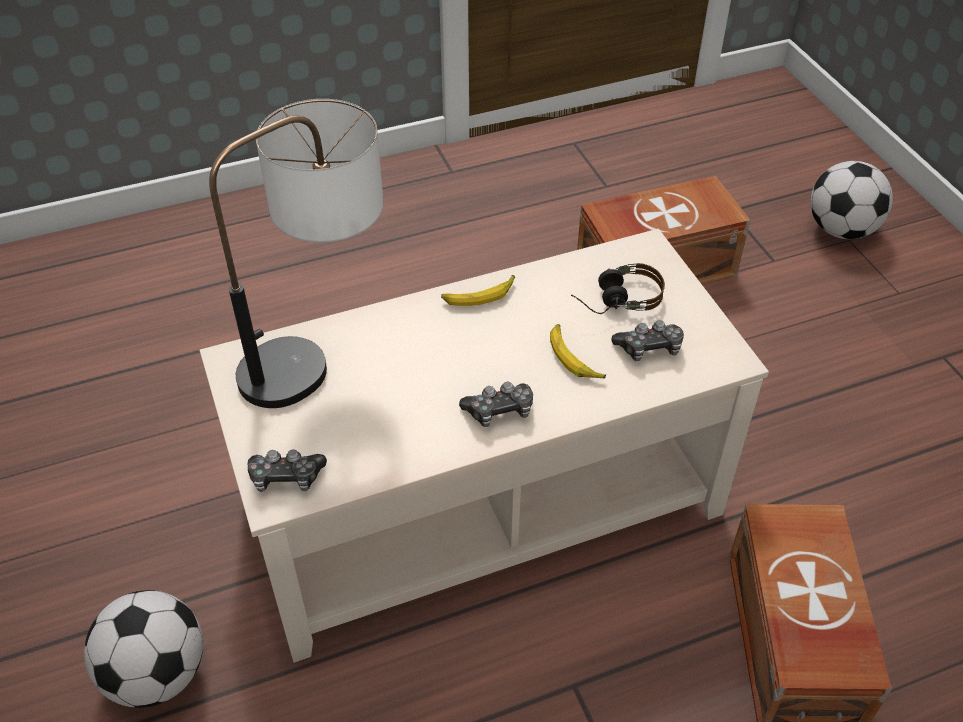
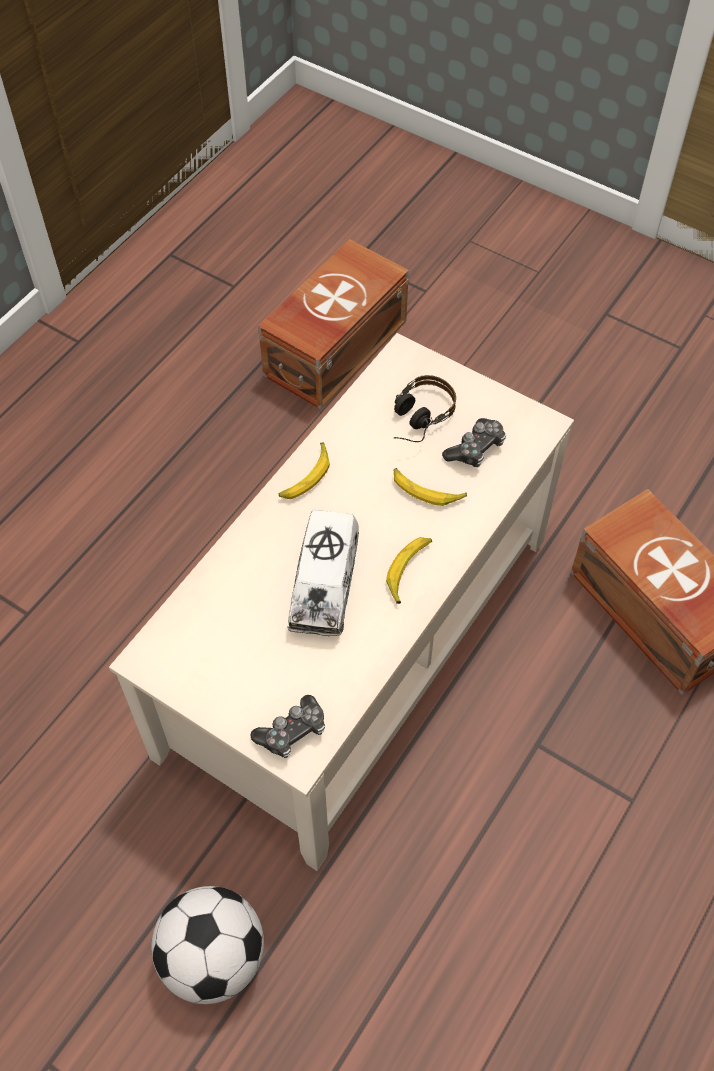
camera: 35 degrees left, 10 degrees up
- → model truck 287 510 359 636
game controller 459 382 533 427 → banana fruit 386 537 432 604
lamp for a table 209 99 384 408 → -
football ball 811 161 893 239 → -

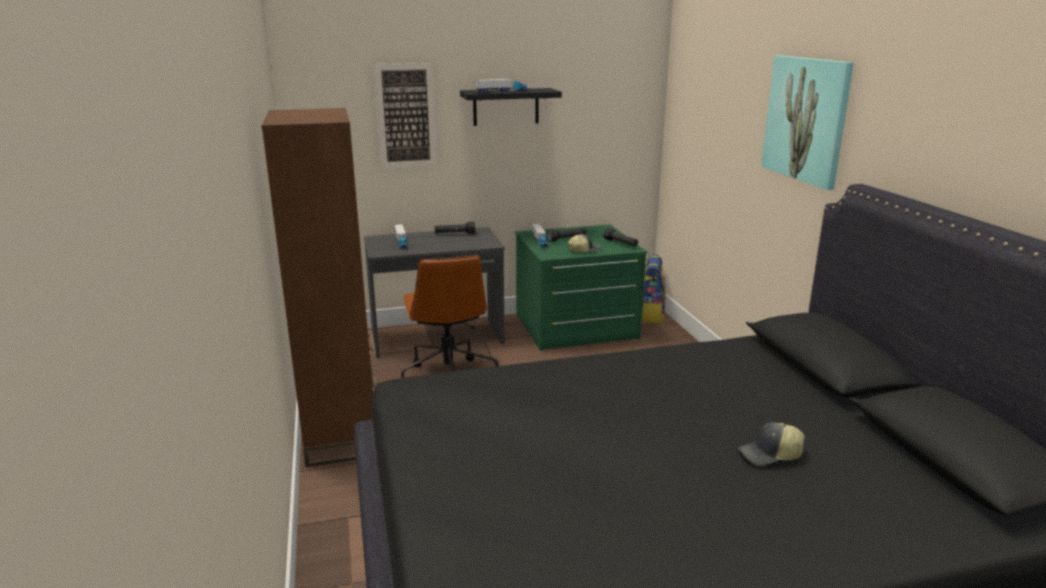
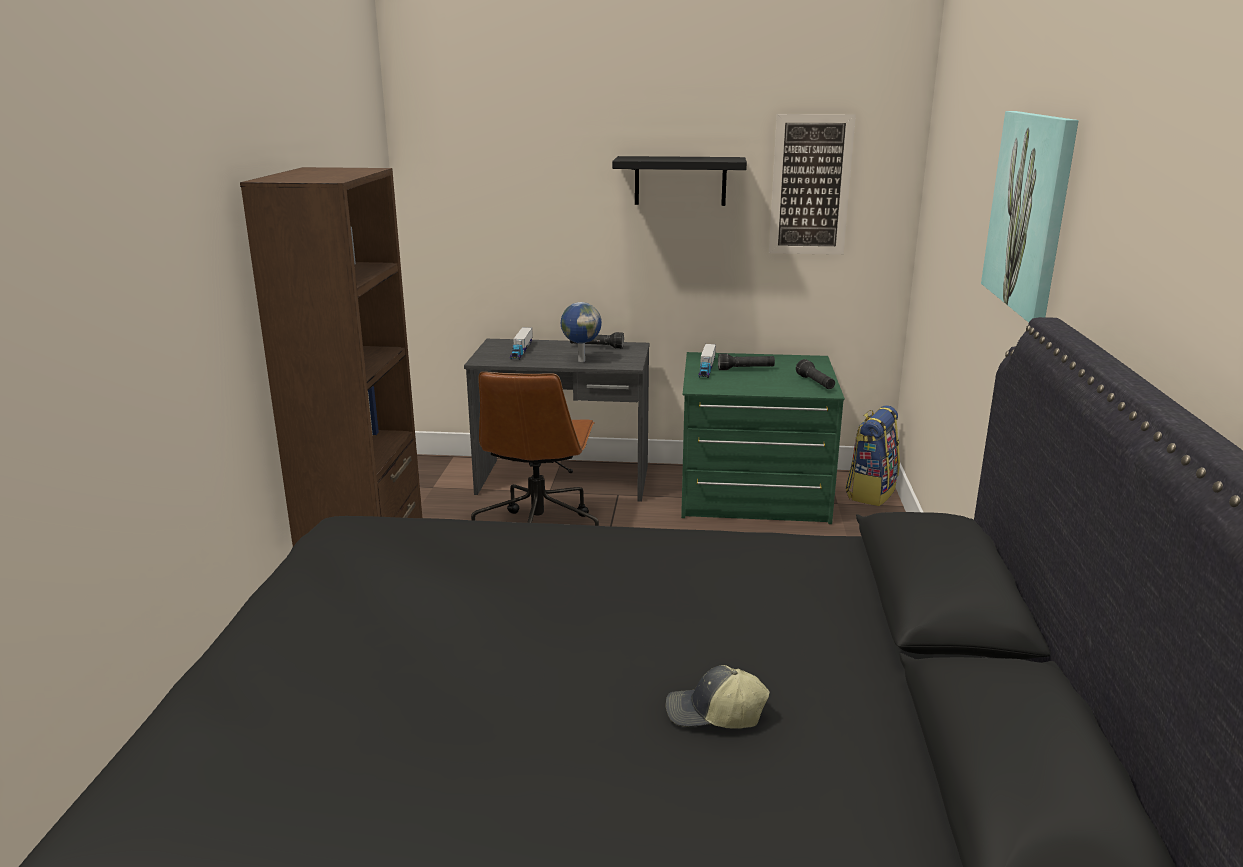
camera: 20 degrees right, 0 degrees up
- → world globe 561 302 602 362
wall picture 374 63 437 168 → wall picture 769 114 856 255, relocated
model truck 476 79 527 93 → -
baseball cap 568 234 601 252 → -

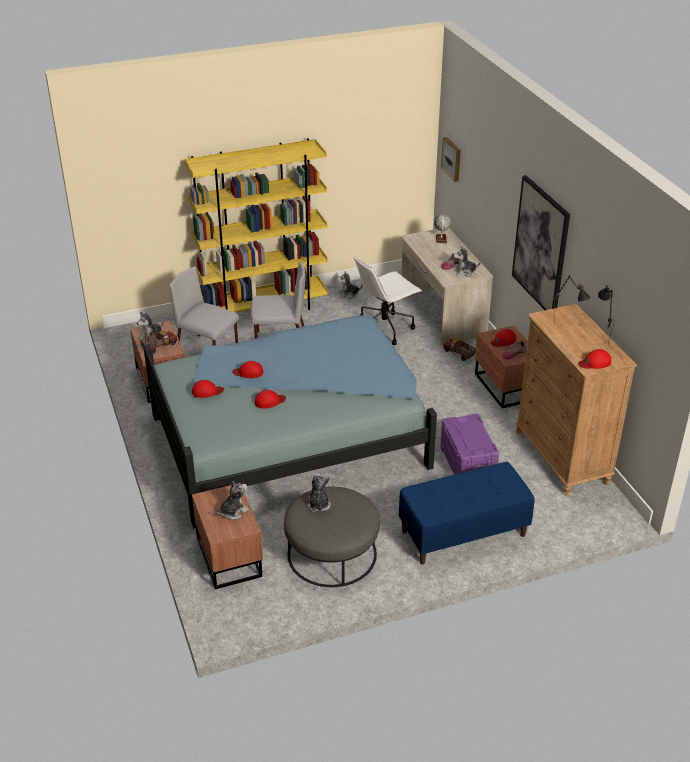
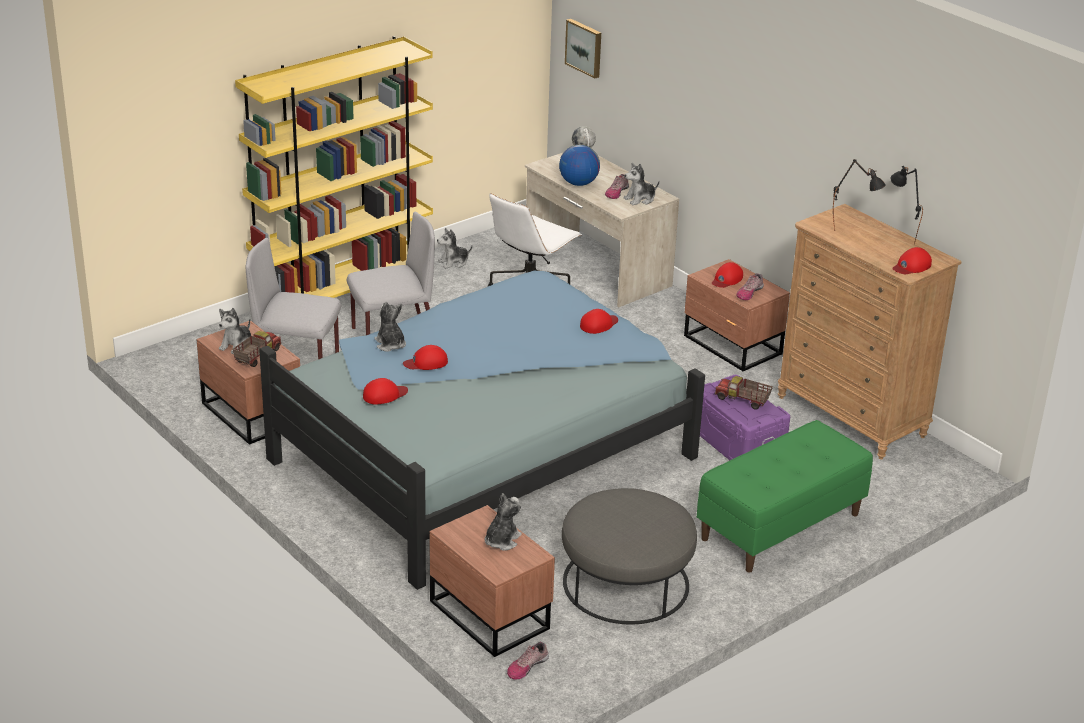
camera: 20 degrees left, 5 degrees down
soft toy 307 474 331 512 → soft toy 374 301 406 352, relocated
- → item of footwear 507 642 549 680
- → world globe 559 145 600 186
red baseball cap 255 390 286 409 → red baseball cap 580 309 618 334, relocated
blue-coloured indoor bench 399 462 534 565 → green indoor bench 697 420 873 573
model truck 443 339 476 361 → model truck 715 376 773 410, relocated
wall picture 512 175 570 310 → -

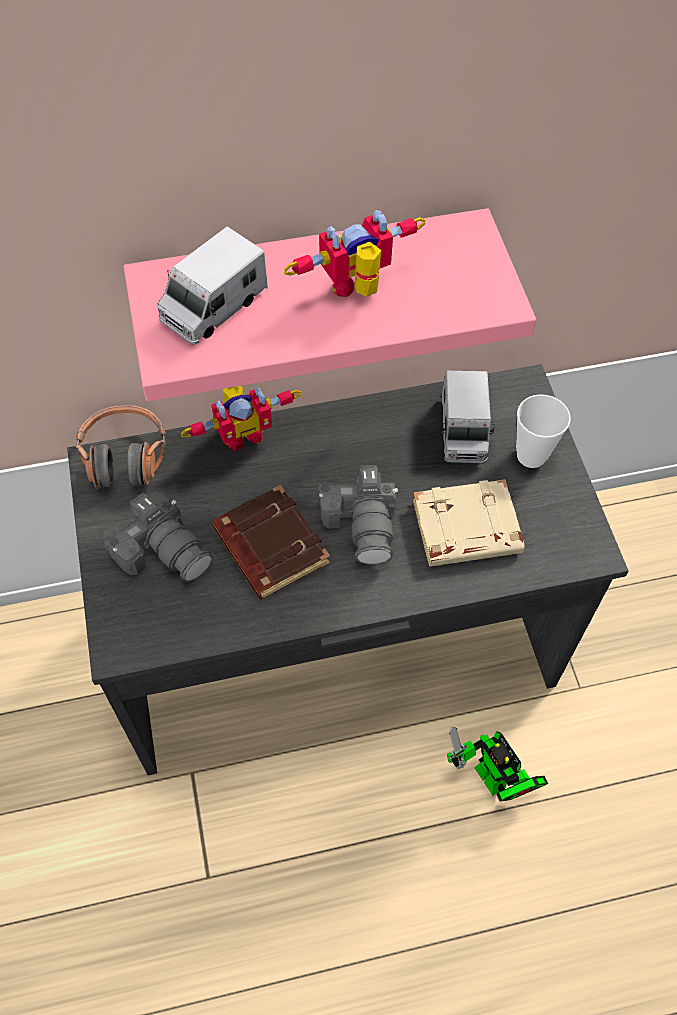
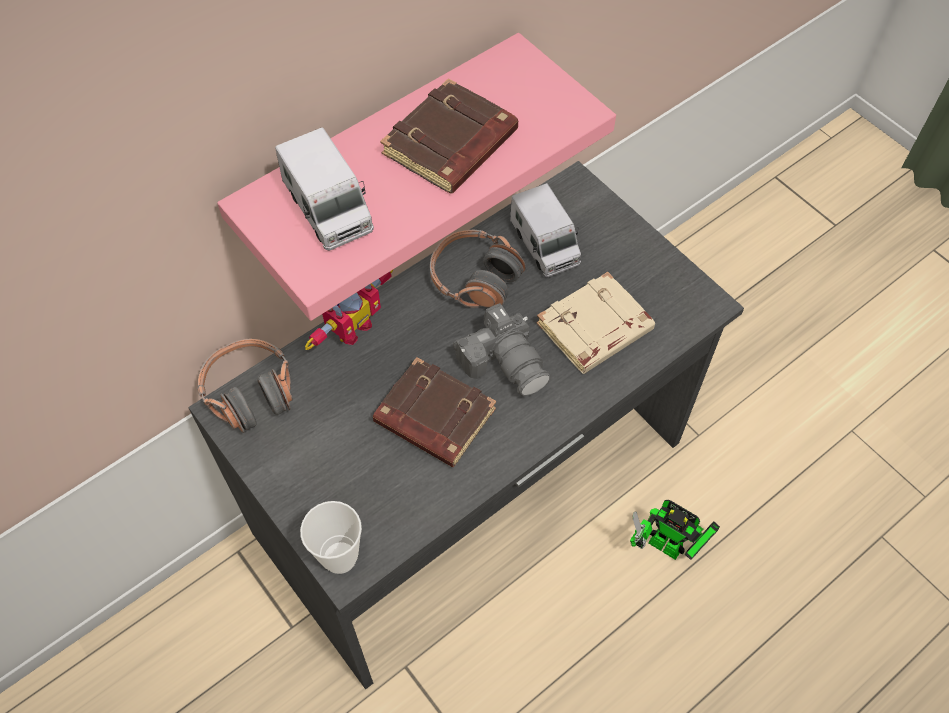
camera: 25 degrees left, 0 degrees up
model truck 157 226 268 344 → model truck 275 128 374 251, 45 degrees counterclockwise
small cup 516 394 571 468 → small cup 300 501 362 574, relocated
robot figure 283 210 426 297 → brown bound book 380 78 518 194
- → headphones 430 230 526 308
photo camera 104 492 213 582 → -

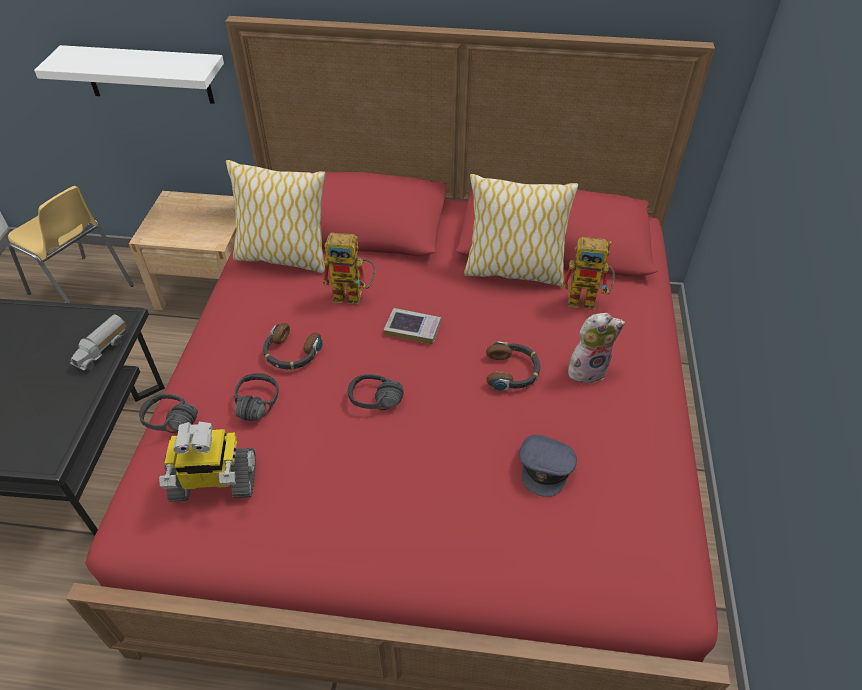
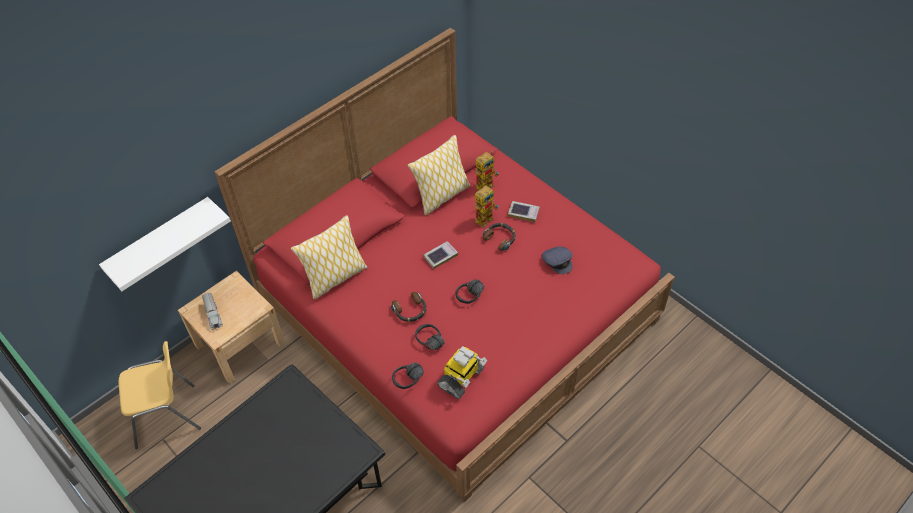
camera: 50 degrees left, 5 degrees up
model truck 70 314 127 371 → model truck 202 293 223 330, relocated
robot figure 322 233 376 305 → robot figure 475 184 499 227, relocated
soft toy 568 313 625 383 → bound book 508 201 540 222

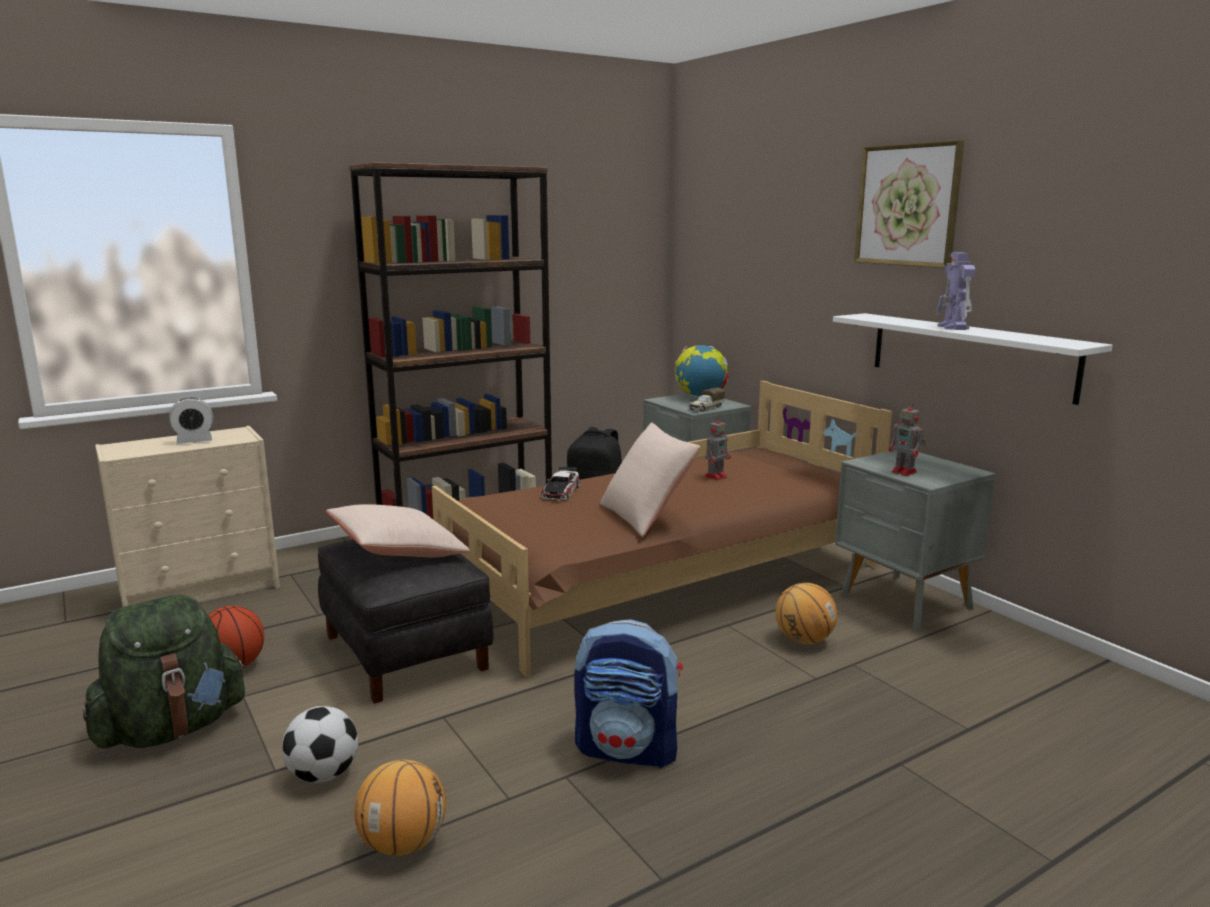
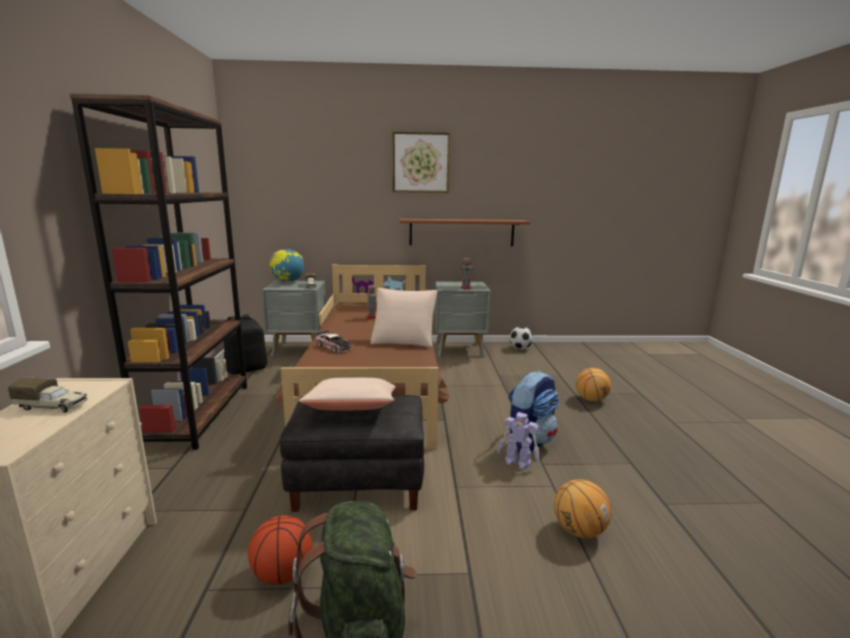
camera: 60 degrees left, 0 degrees up
bedside clock 169 397 213 444 → model truck 8 377 88 413
white-coloured wall shelf 833 313 1113 405 → brown wall shelf 400 219 530 246
robot figure 937 253 975 330 → robot figure 497 412 539 469, relocated
football ball 282 706 358 783 → football ball 509 326 533 350, relocated
basketball 775 583 838 644 → basketball 576 368 611 402, relocated

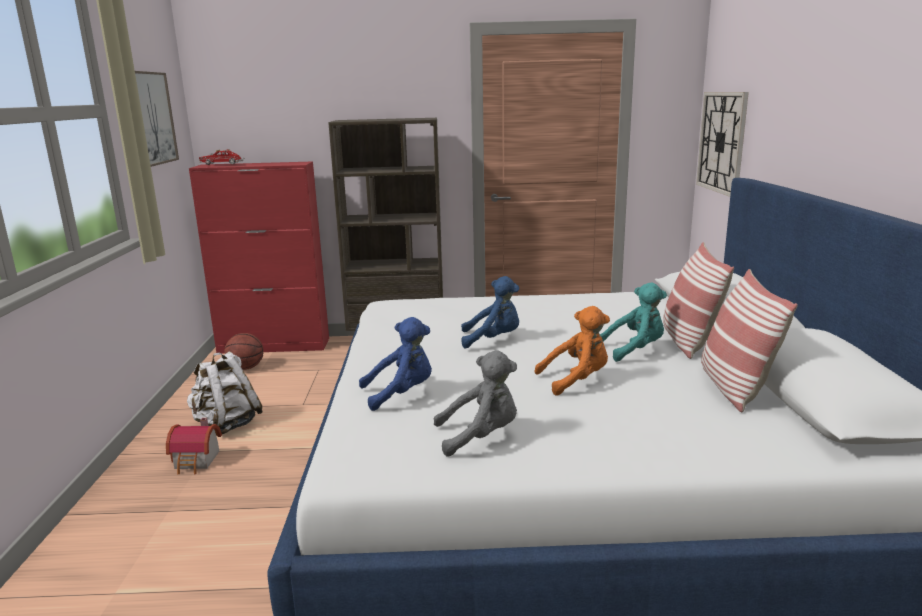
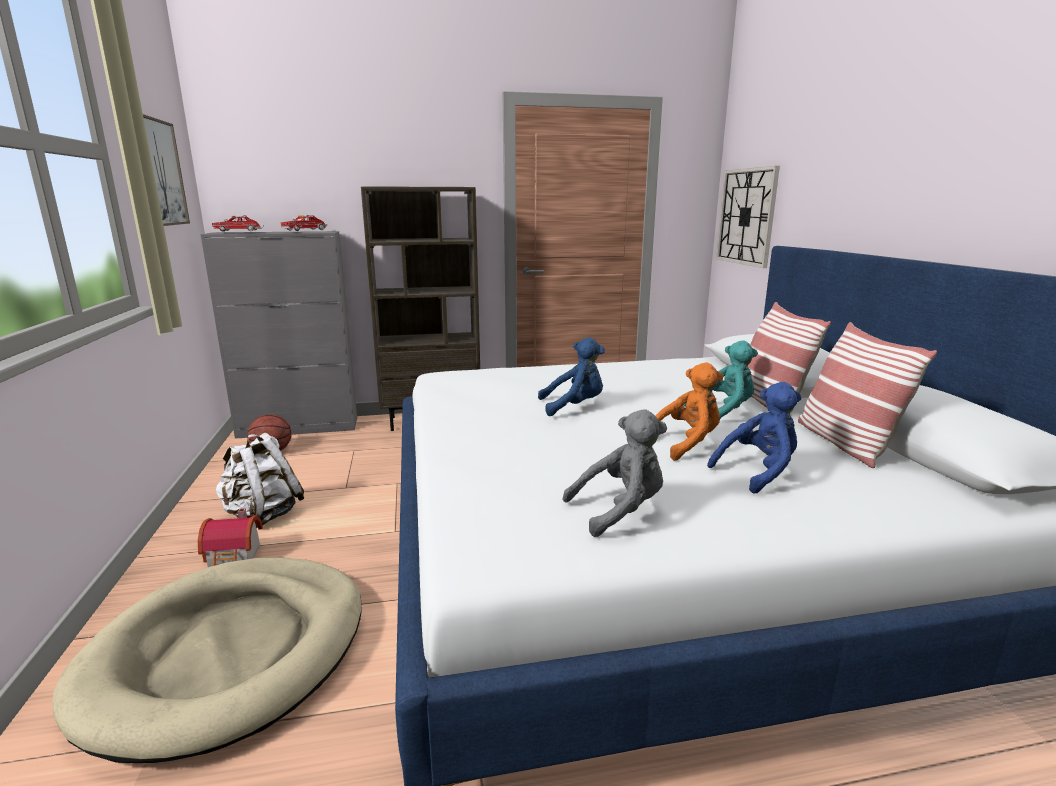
camera: 10 degrees left, 0 degrees up
- → sand-coloured dog cushion 52 557 362 763
red cupboard 189 162 329 354 → gray cupboard 200 231 357 439
- → model truck 281 215 327 231
blue-coloured soft toy 359 317 432 411 → blue-coloured soft toy 707 382 801 494, relocated

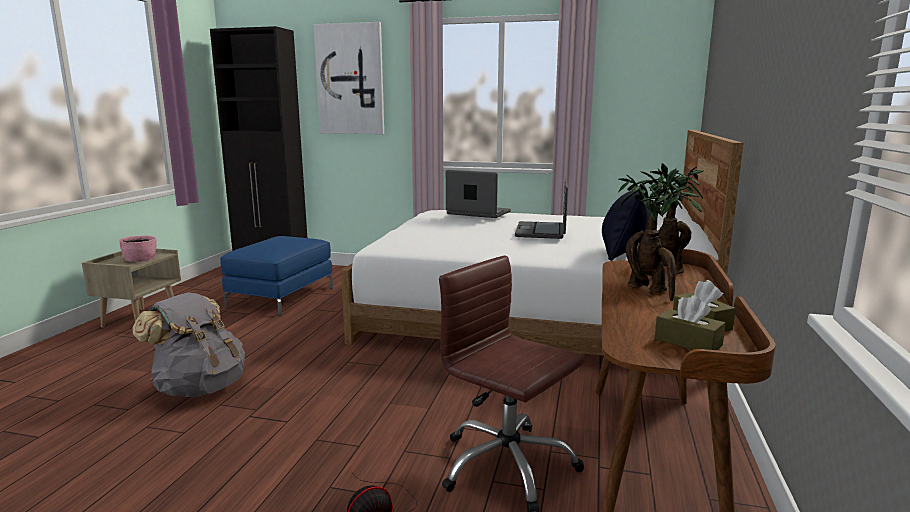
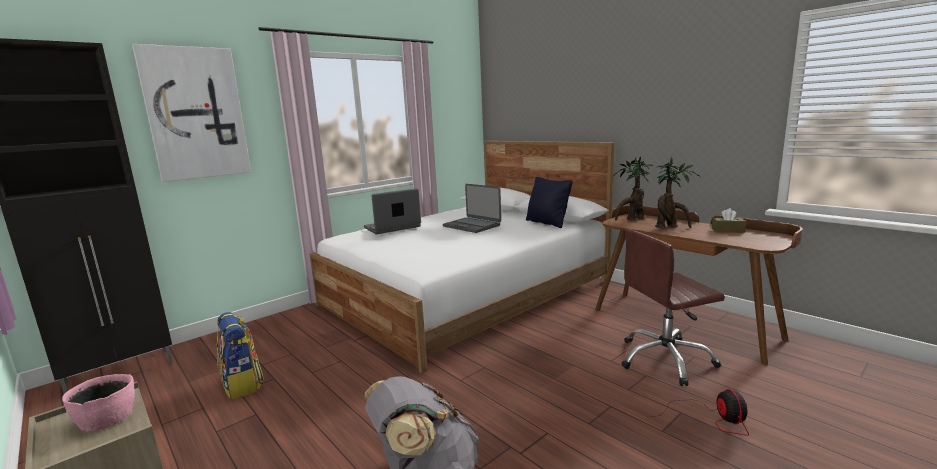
camera: 55 degrees left, 0 degrees up
blue-coloured footrest 221 236 333 316 → knapsack 216 312 264 400
brown tissue holder 655 295 726 350 → -

